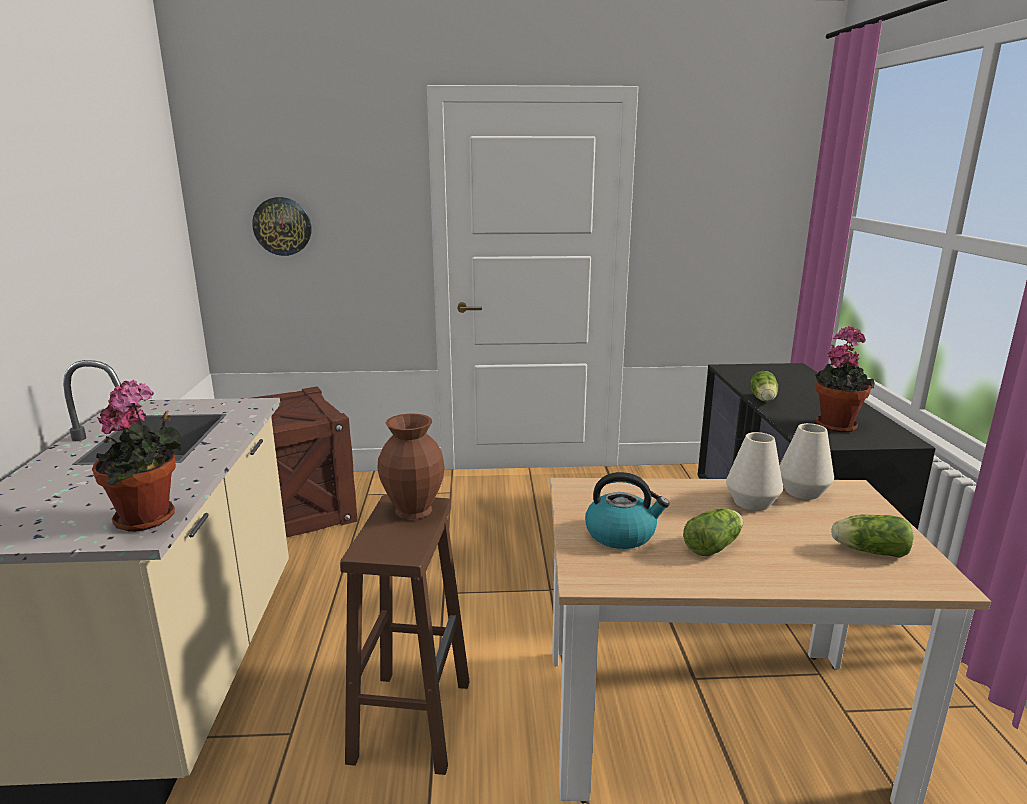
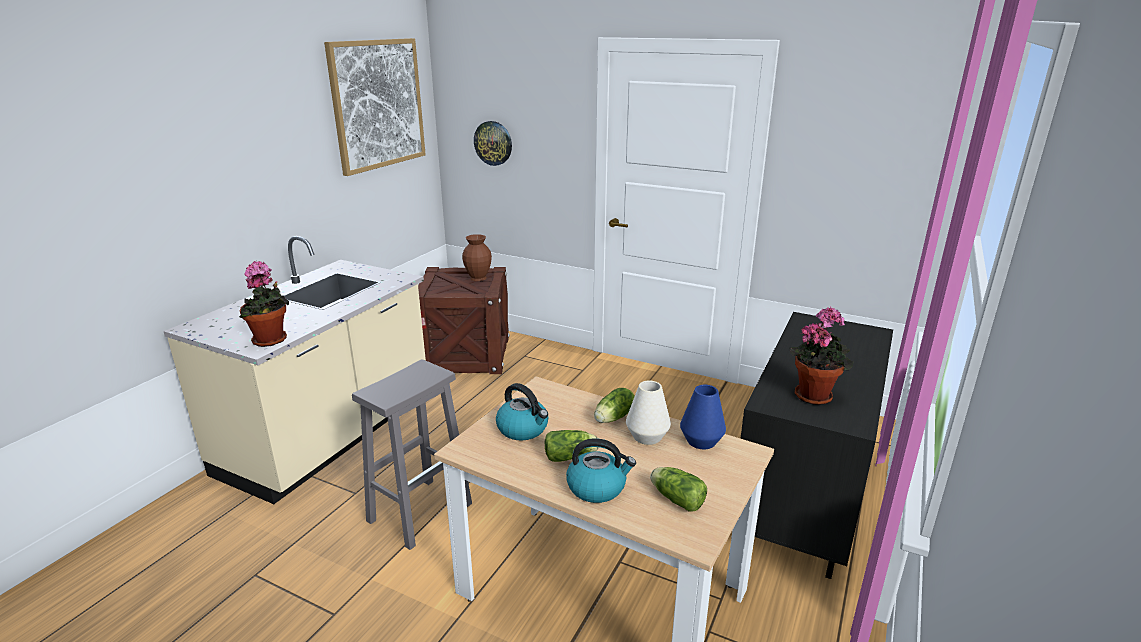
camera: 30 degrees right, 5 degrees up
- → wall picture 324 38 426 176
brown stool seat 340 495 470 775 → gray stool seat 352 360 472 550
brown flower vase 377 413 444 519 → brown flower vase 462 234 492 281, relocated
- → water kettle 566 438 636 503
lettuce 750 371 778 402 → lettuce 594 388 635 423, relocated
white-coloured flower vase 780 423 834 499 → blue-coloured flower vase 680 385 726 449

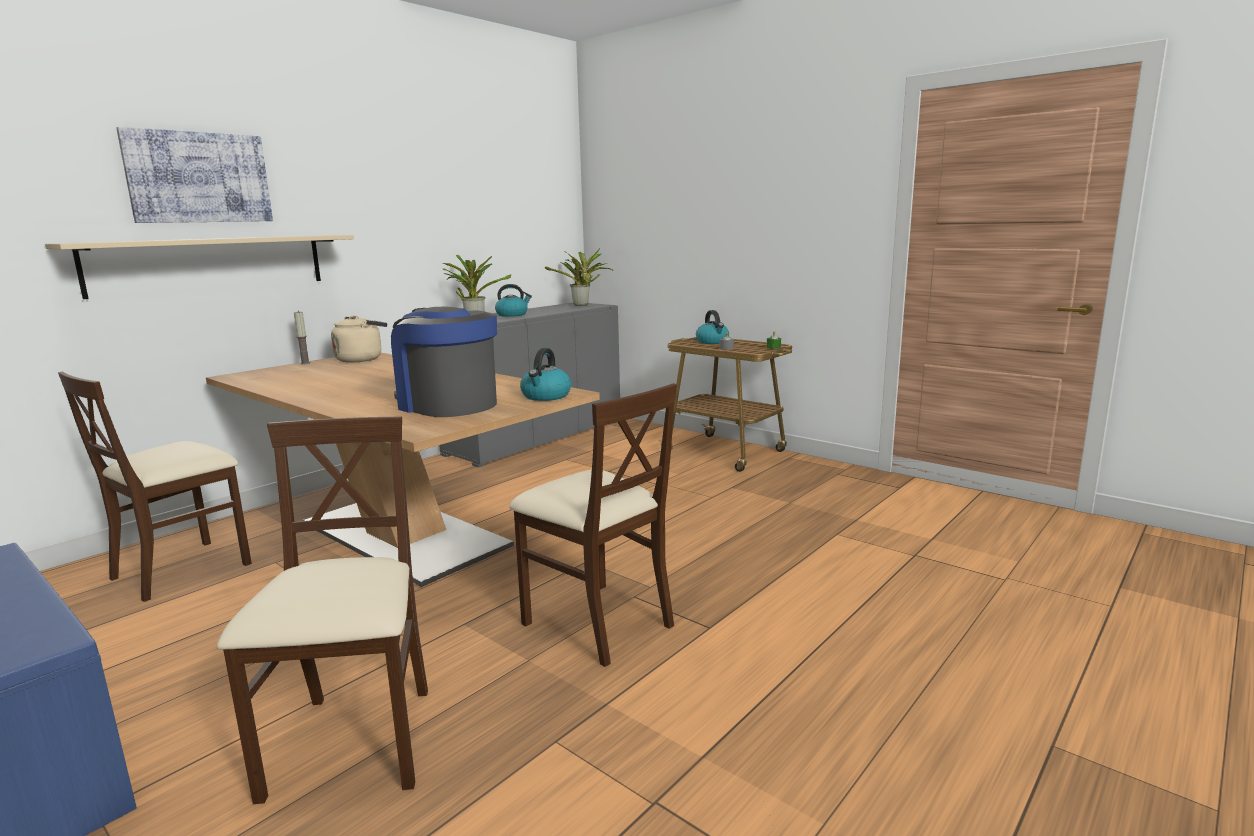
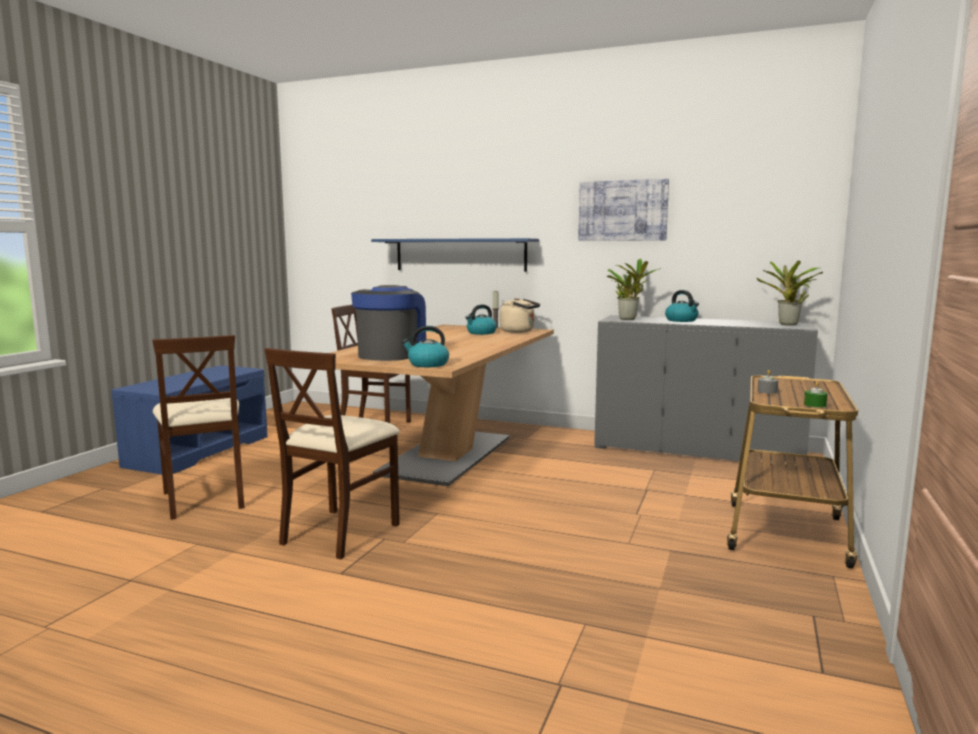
camera: 70 degrees right, 5 degrees down
sand-coloured chair 217 417 428 804 → sand-coloured chair 152 335 245 520, 90 degrees clockwise
sand-coloured wall shelf 45 235 354 299 → blue-coloured wall shelf 371 238 539 272
water kettle 696 310 729 344 → water kettle 465 305 497 335, relocated
wall picture 116 127 273 223 → wall picture 578 179 669 241, relocated

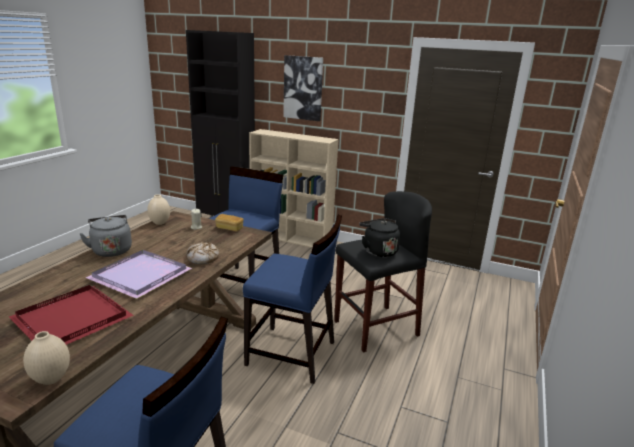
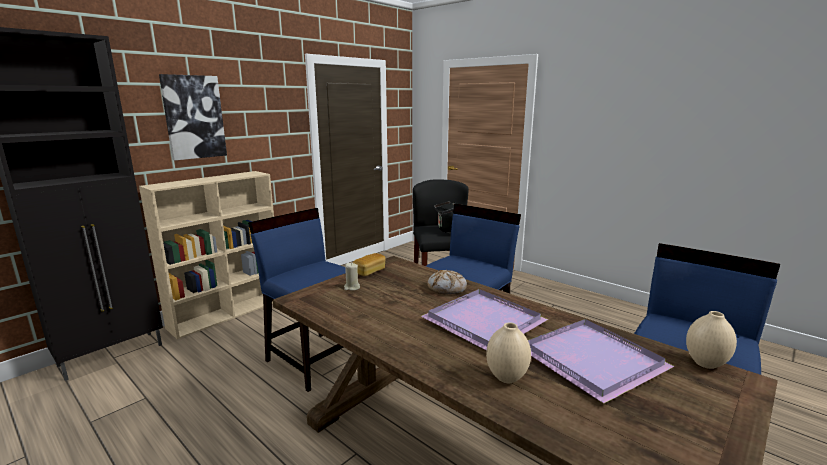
camera: 70 degrees left, 5 degrees down
sand-coloured flower vase 147 194 170 225 → sand-coloured flower vase 486 322 531 383, relocated
red serving tray 9 285 134 345 → purple-coloured serving tray 528 319 674 404
gray water kettle 79 215 132 257 → -

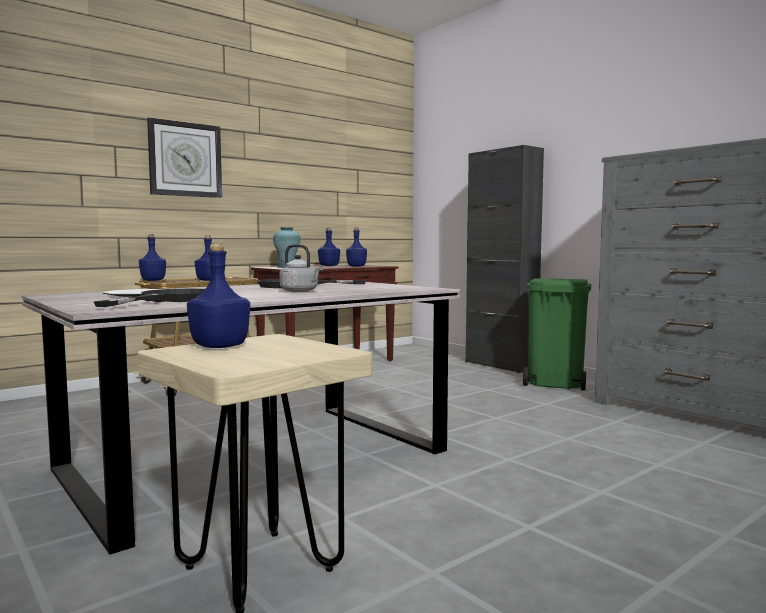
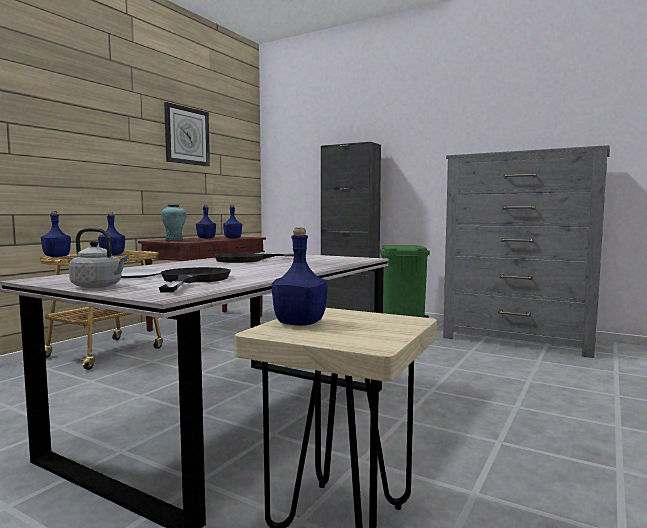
camera: 20 degrees left, 0 degrees up
gray water kettle 279 244 323 292 → gray water kettle 69 228 129 288, relocated
clock on the wall 147 117 222 198 → clock on the wall 164 102 210 166, relocated

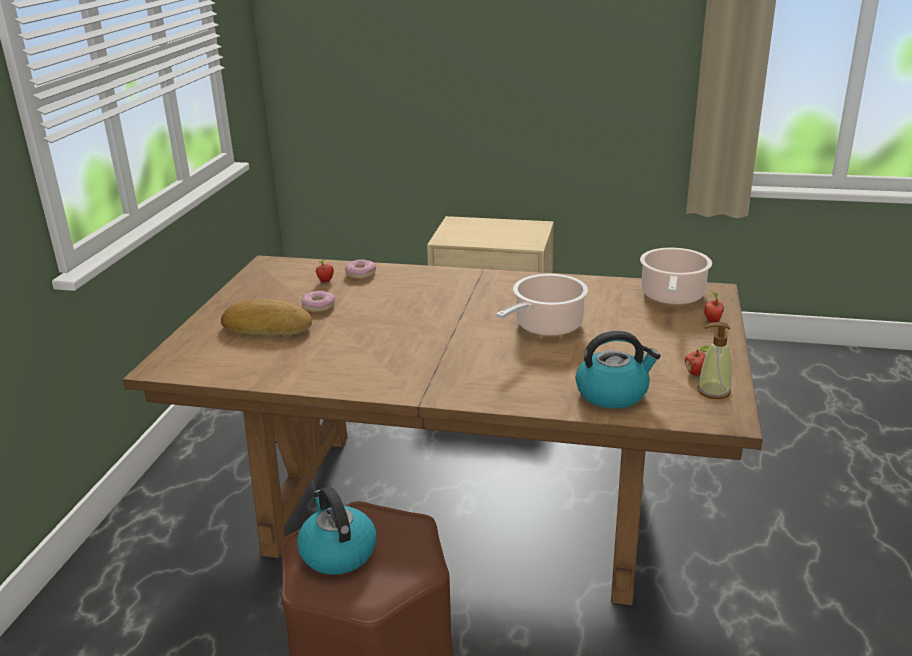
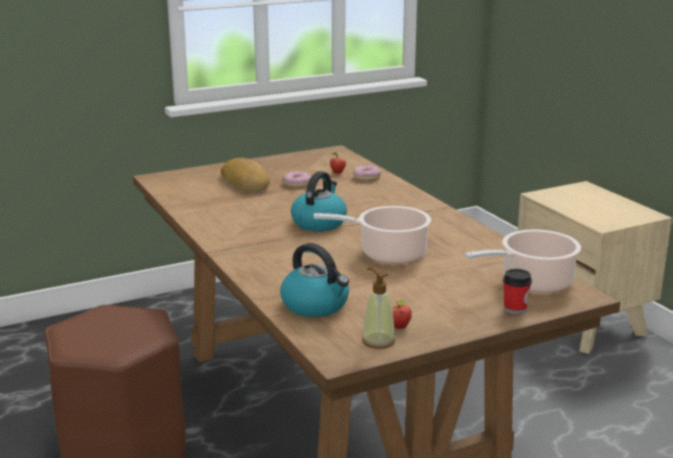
camera: 50 degrees right, 5 degrees down
water kettle 297 486 376 575 → water kettle 291 171 347 231, relocated
whole apple 704 291 724 322 → small cup 503 269 532 315

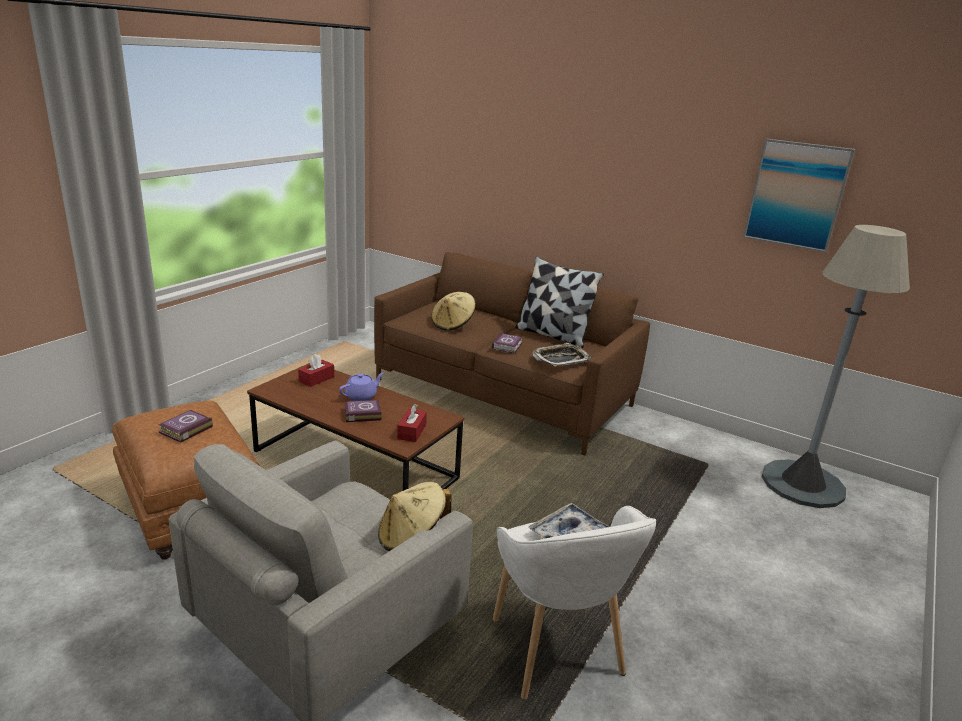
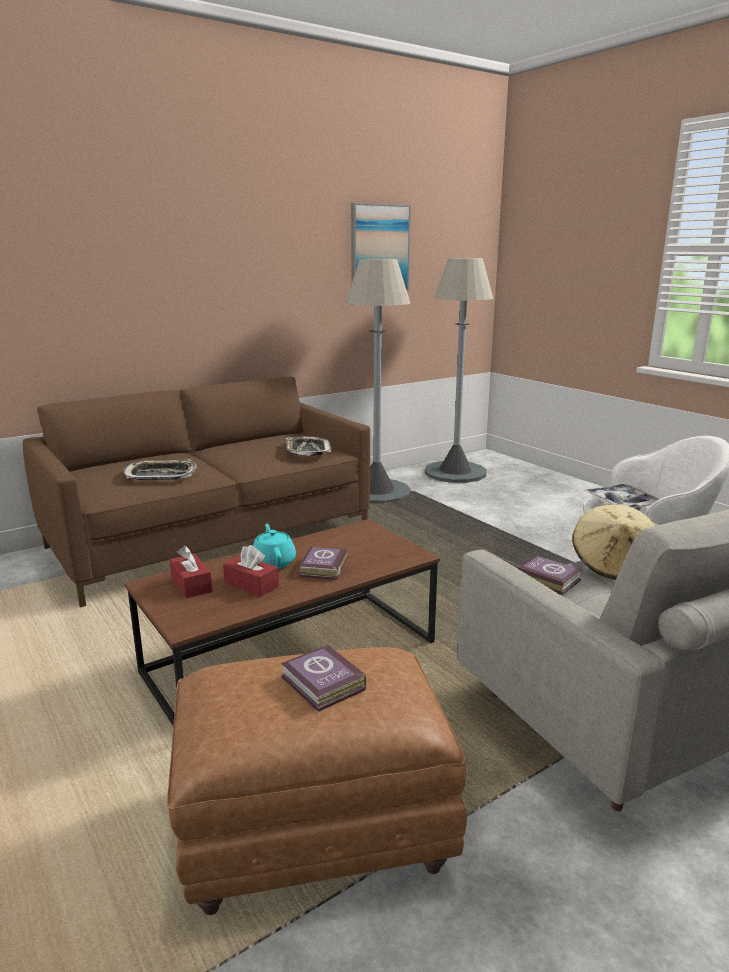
camera: 65 degrees left, 5 degrees down
sand-coloured clothing hat 431 292 476 331 → serving tray 123 459 197 480
red tissue holder 397 404 427 442 → red tissue holder 223 545 279 597, relocated
purple-coloured teapot 339 373 384 401 → turquoise teapot 253 524 296 569
- → gray standing lamp 346 259 411 503
bound book 492 333 523 354 → bound book 516 555 582 595, relocated
pillow 515 256 604 348 → -

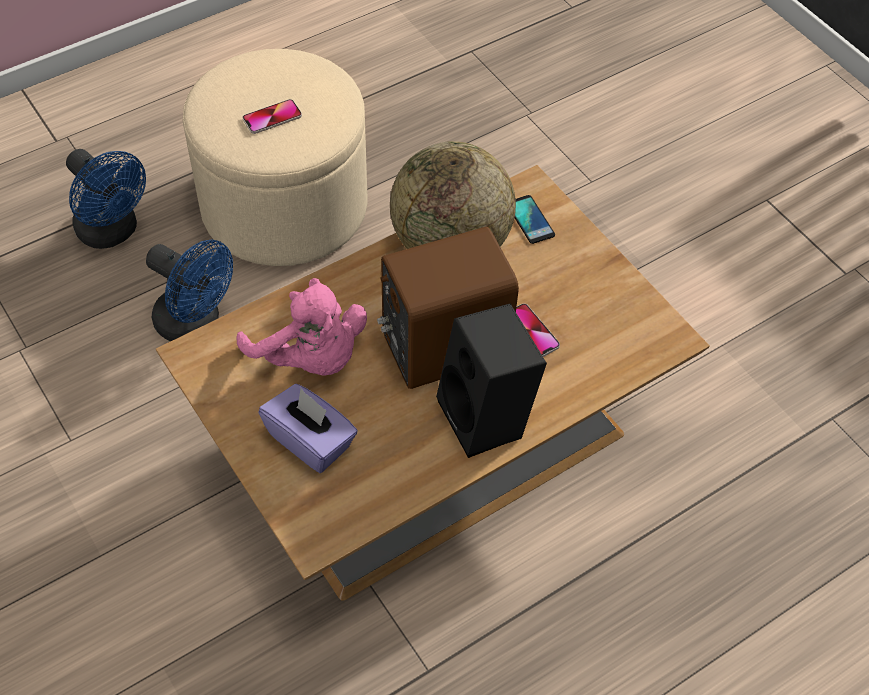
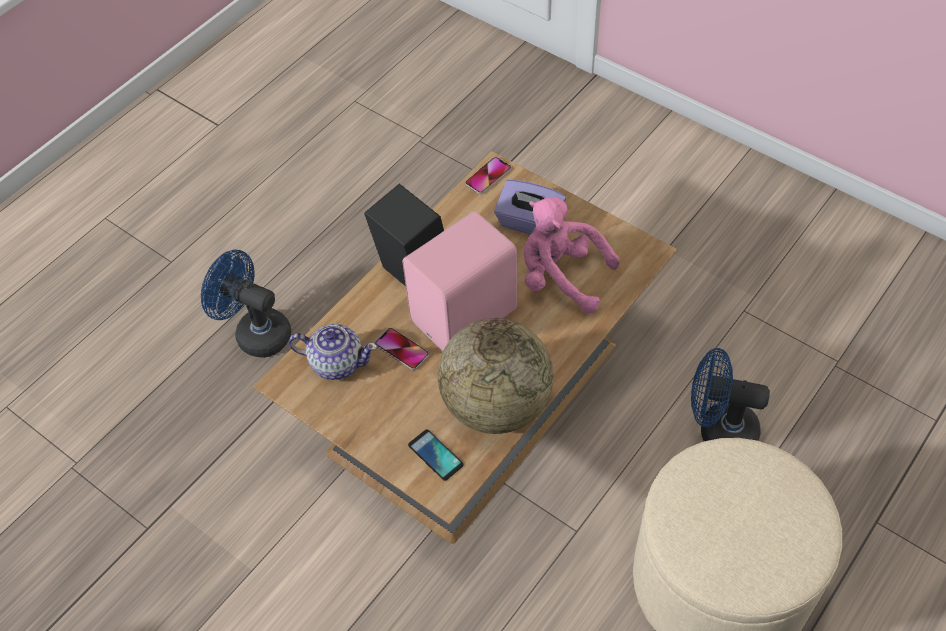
camera: 165 degrees right, 0 degrees up
blue-coloured fan 66 149 146 249 → blue-coloured fan 201 250 291 358, relocated
- → teapot 289 324 377 380
brown speaker 377 227 519 389 → pink-coloured speaker 403 211 517 351
handset 242 99 302 134 → handset 465 157 511 194, relocated

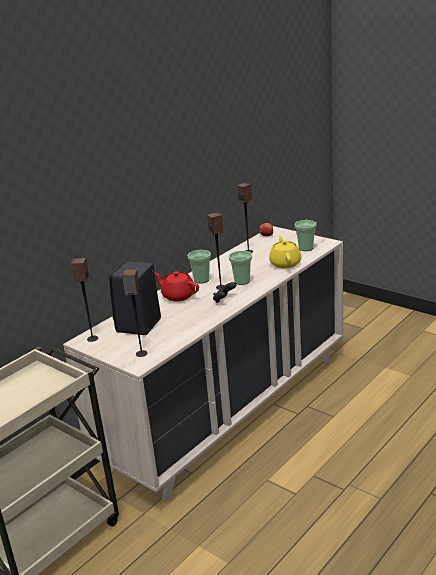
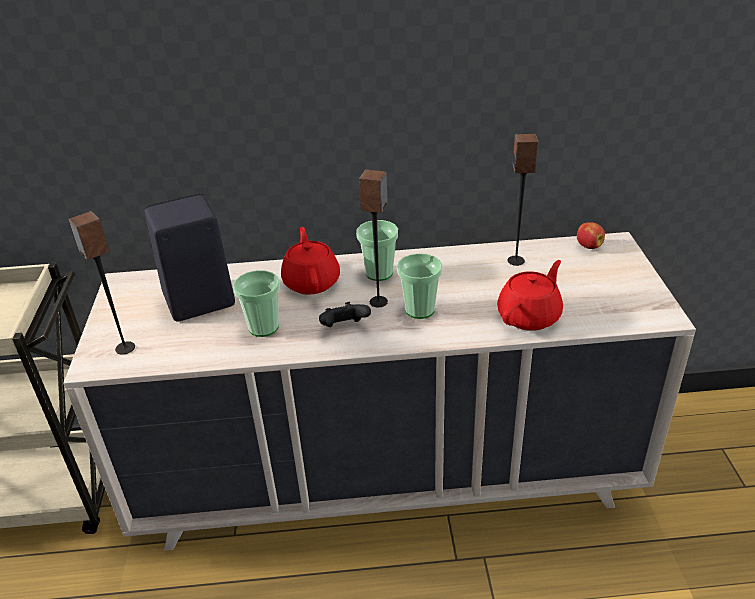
camera: 45 degrees right, 10 degrees up
small cup 295 220 316 251 → small cup 233 270 280 337, relocated
yellow-coloured teapot 269 236 301 268 → red teapot 497 260 563 331
speaker 71 258 98 342 → -

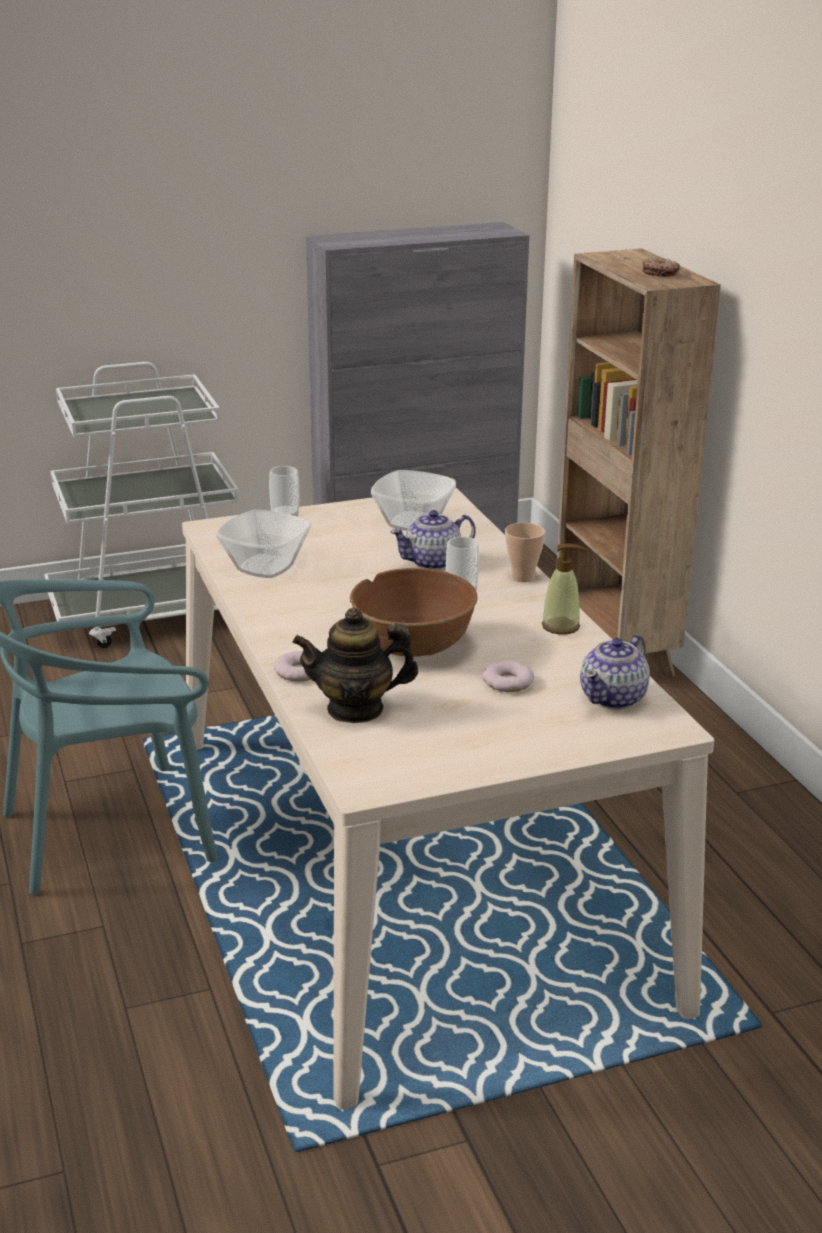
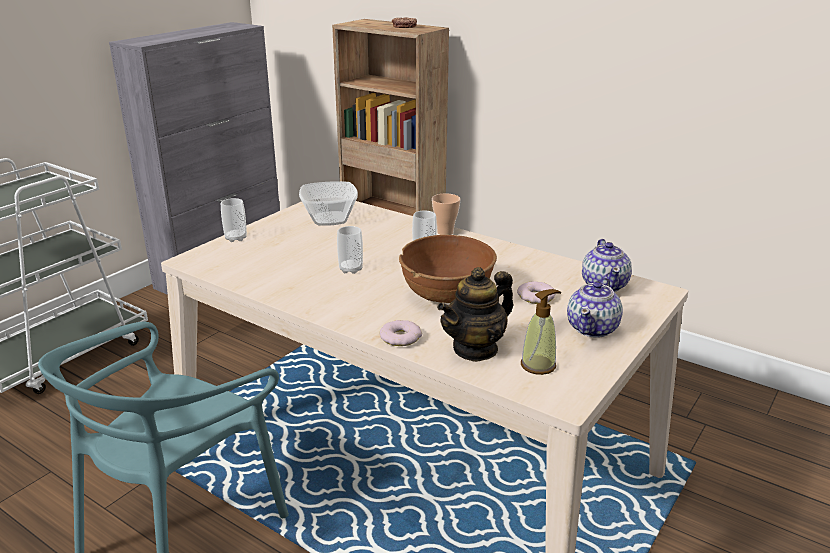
camera: 35 degrees left, 0 degrees up
- → small cup 337 226 363 274
liquid soap bottle 542 543 586 635 → liquid soap bottle 521 289 562 375, relocated
teapot 390 510 476 570 → teapot 567 278 623 338, relocated
bowl 216 510 311 578 → -

